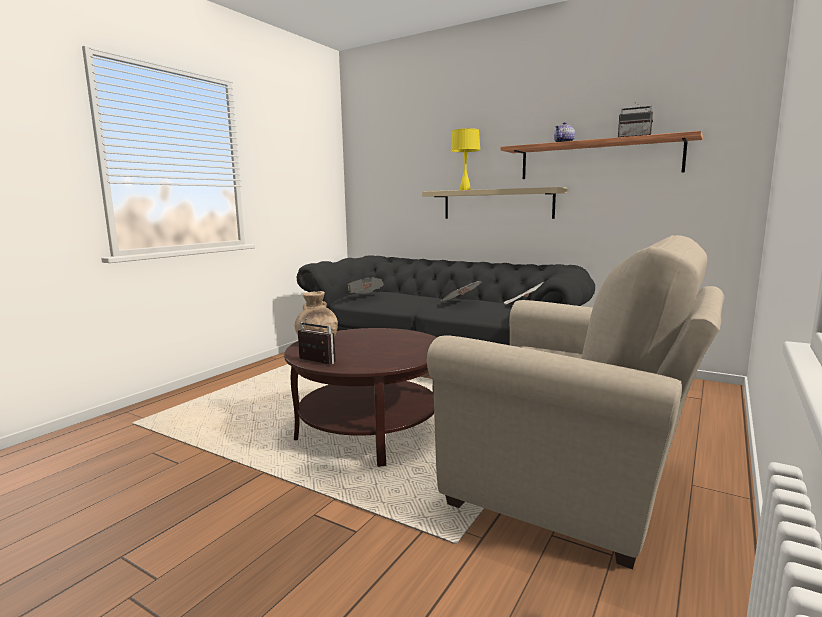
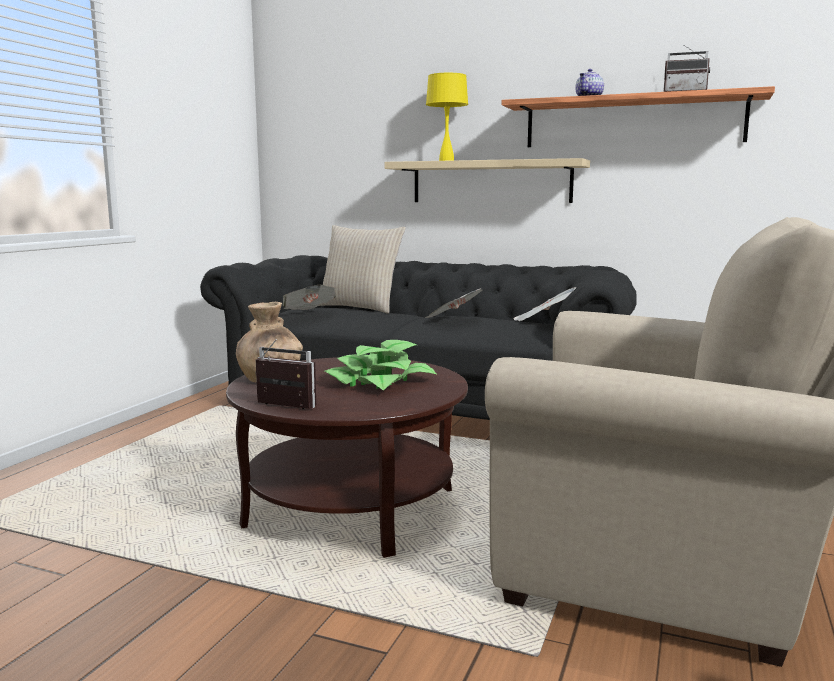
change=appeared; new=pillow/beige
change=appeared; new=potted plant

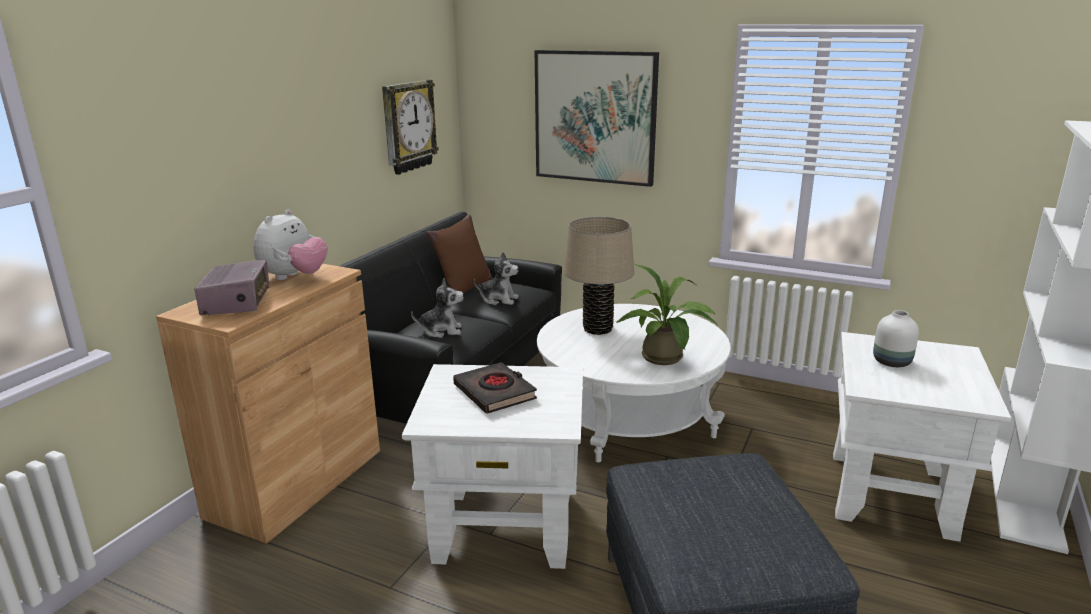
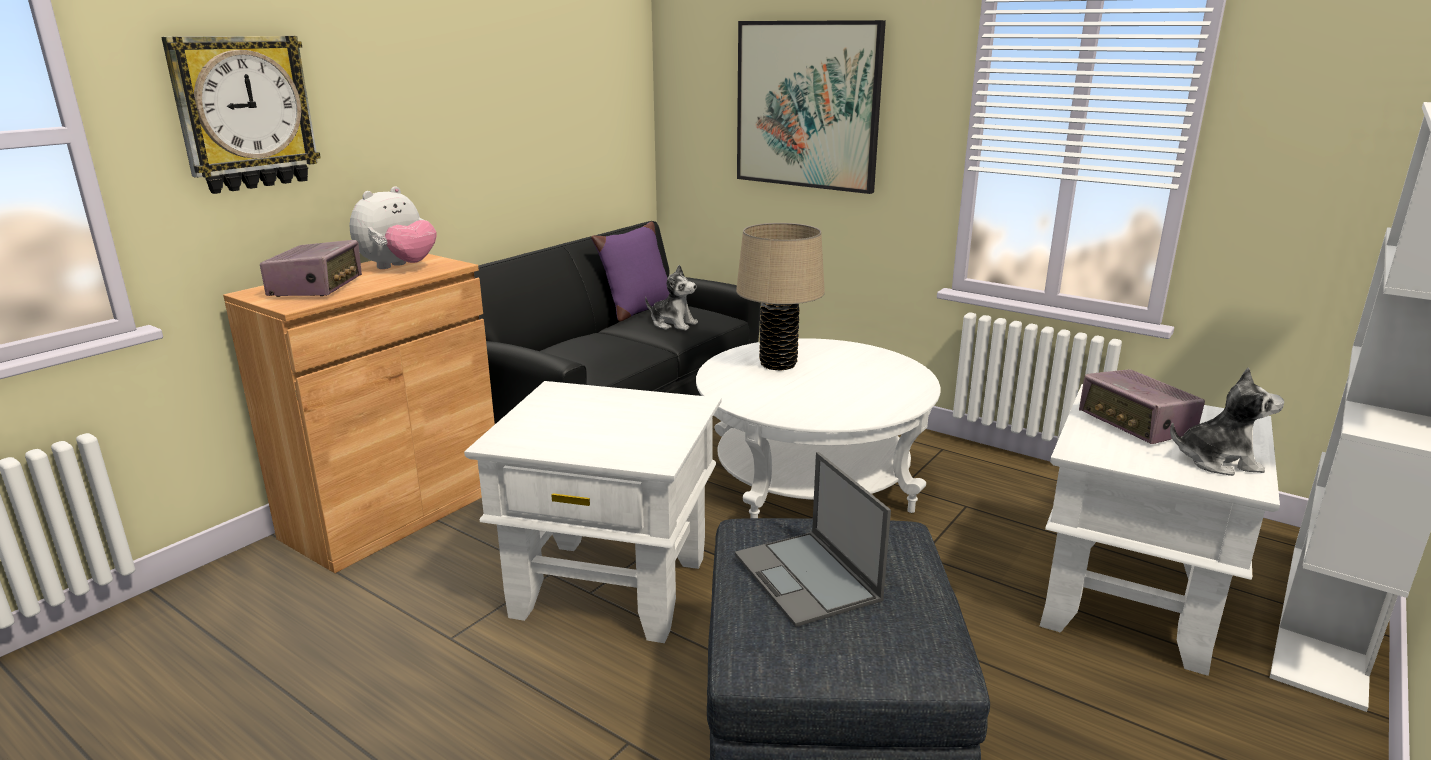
change=missing; old=book/black
change=missing; old=potted plant
change=appeared; new=notebook computer
change=relocated; old=hanging clock
change=relocated; old=soft toy (no. 2 from left in the first image); new=soft toy (no. 3 from left)
change=exchanged; old=vase/white-coloured; new=radio (no. 2 from left)
change=colour; old=pillow/brown-coloured; new=pillow/purplish

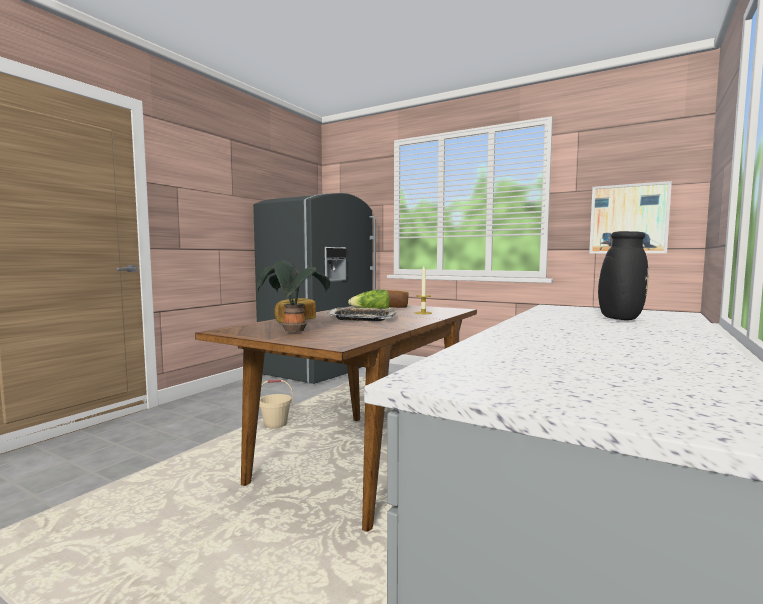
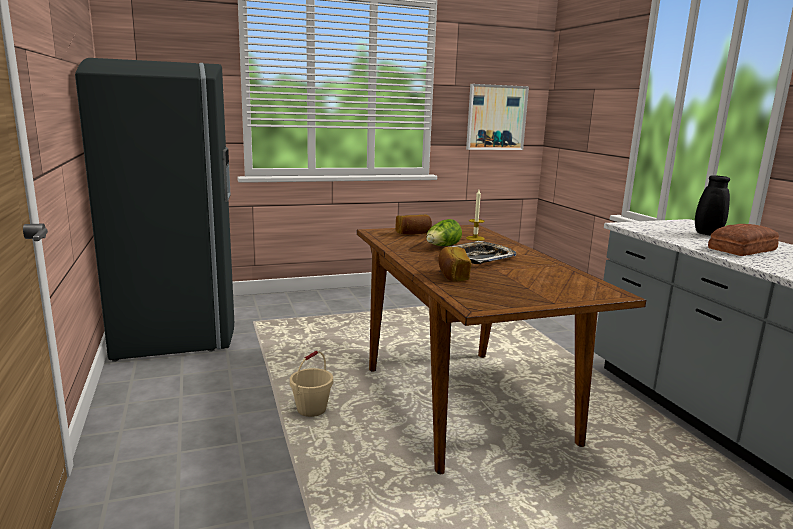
change=missing; old=potted plant
change=appeared; new=bakery bread (no. 3 from left)

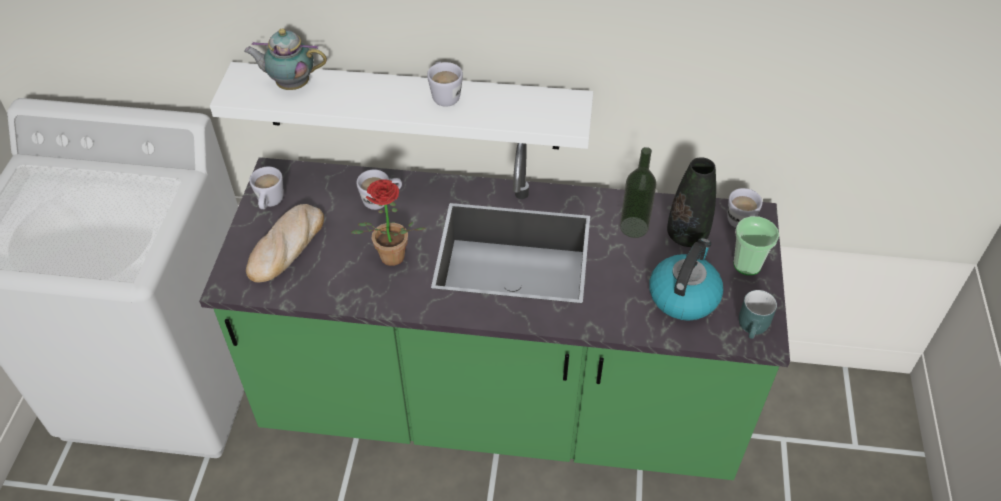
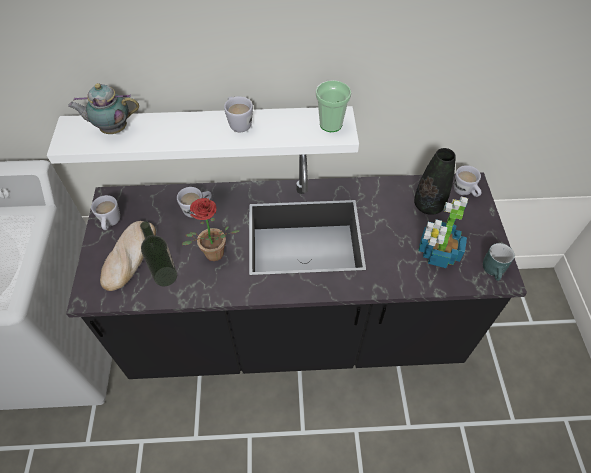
change=relocated; old=beverage bottle
change=relocated; old=small cup
change=exchanged; old=tea kettle; new=potted plant (no. 2 from left)
change=colour; old=kitchen base unit/green-coloured; new=kitchen base unit/black

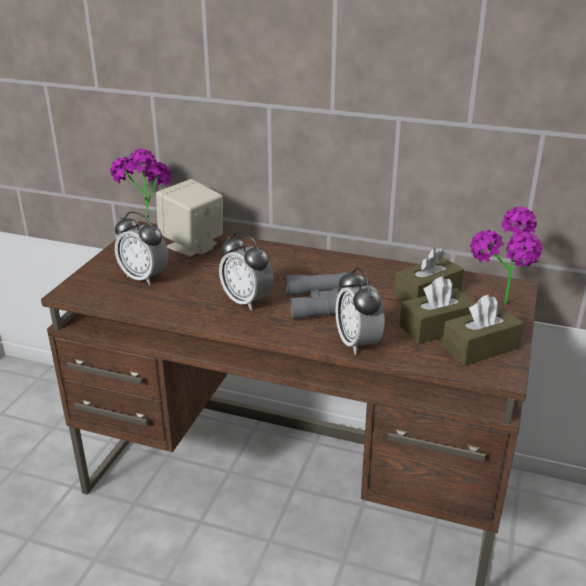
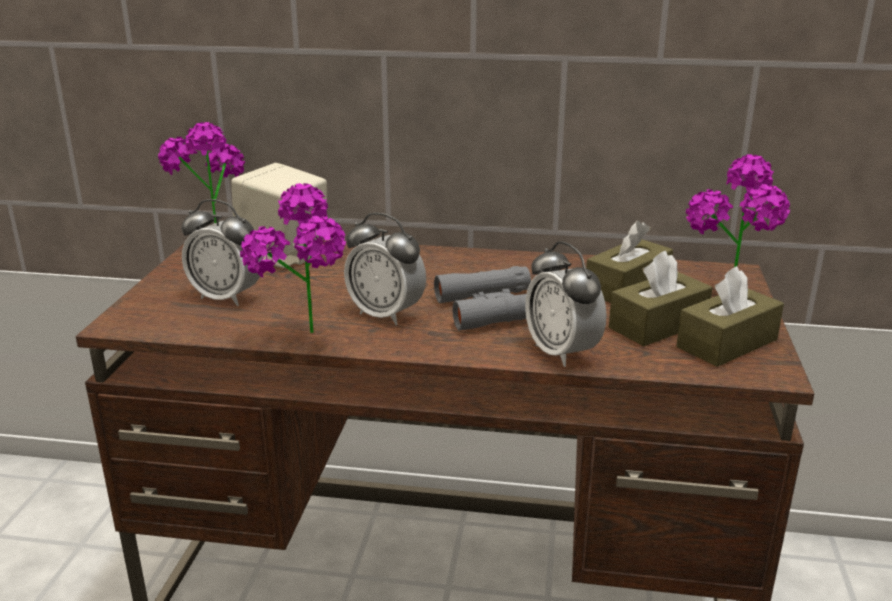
change=appeared; new=potted plant (no. 2 from left)

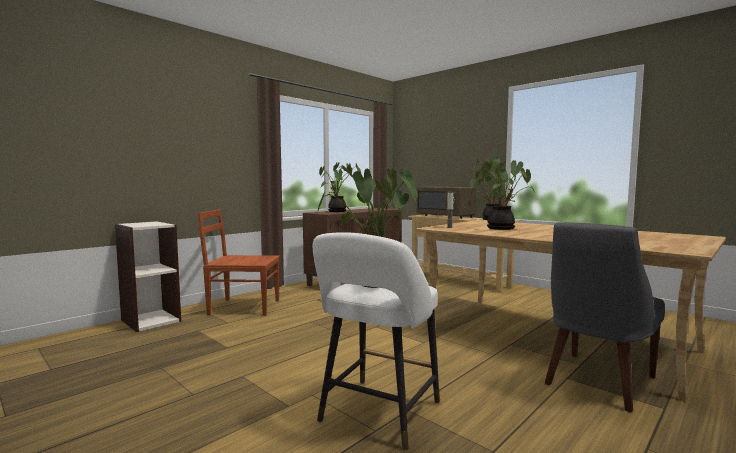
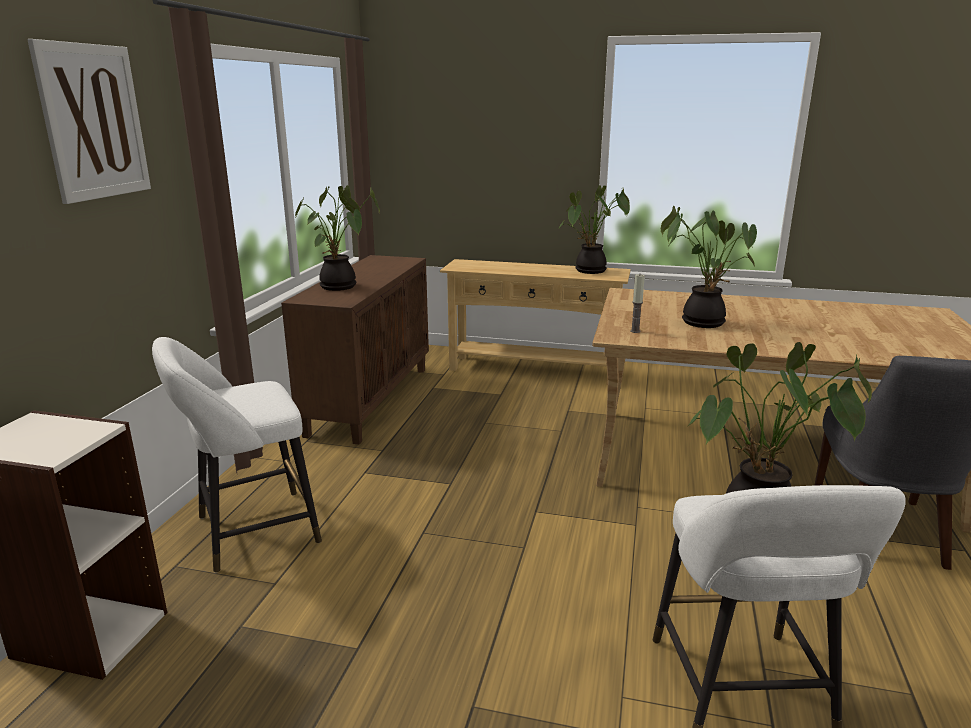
change=missing; old=microwave oven/brown-coloured
change=appeared; new=picture
change=exchanged; old=plain chair/brown-coloured; new=stool seat/white-coloured (no. 1 from left)

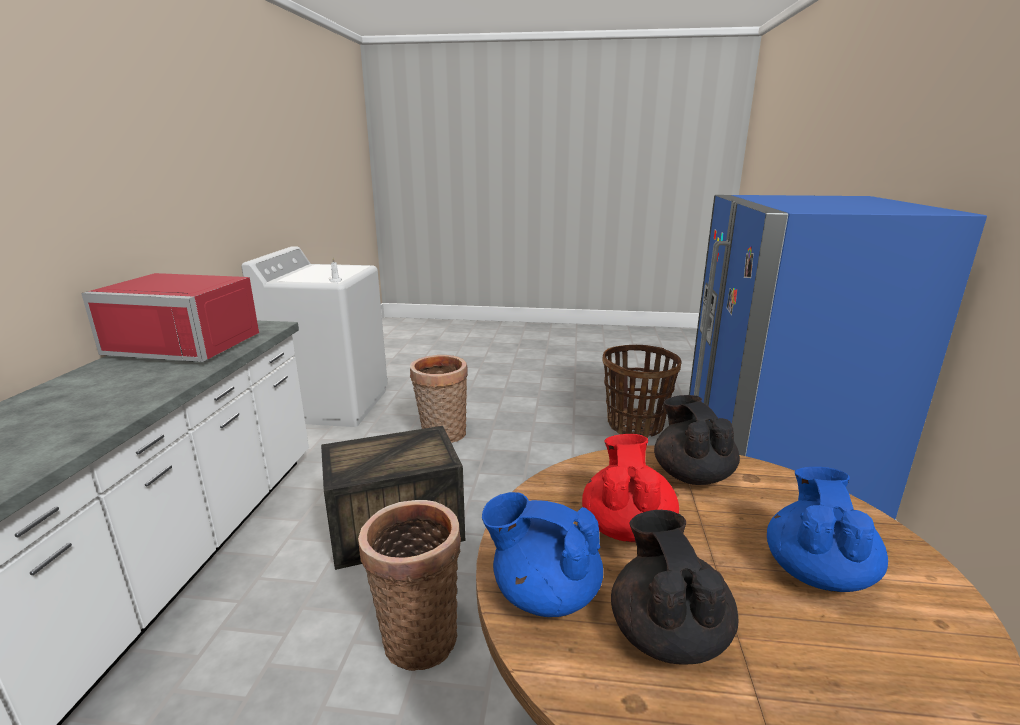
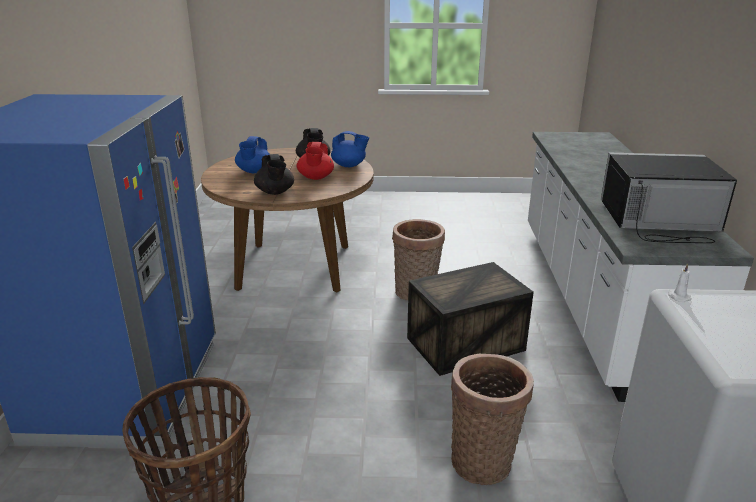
change=colour; old=microwave oven/reddish; new=microwave oven/black

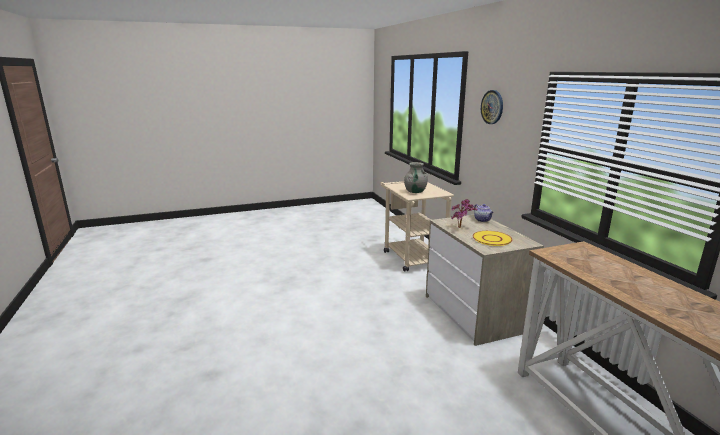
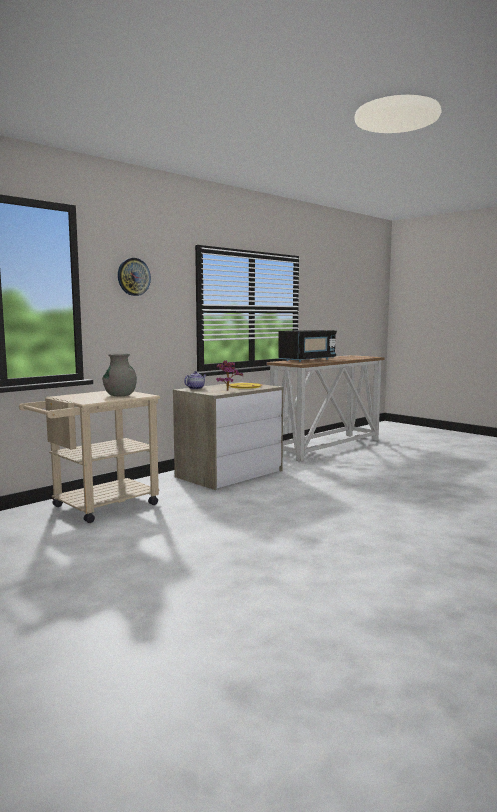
change=appeared; new=microwave oven/black

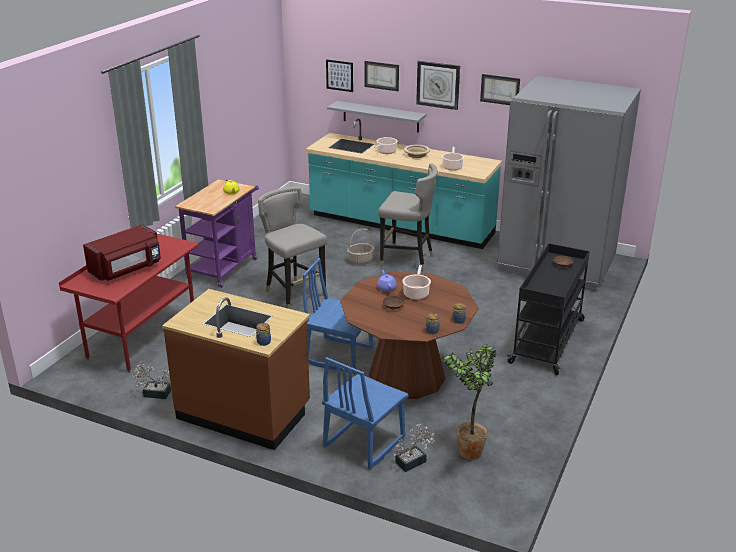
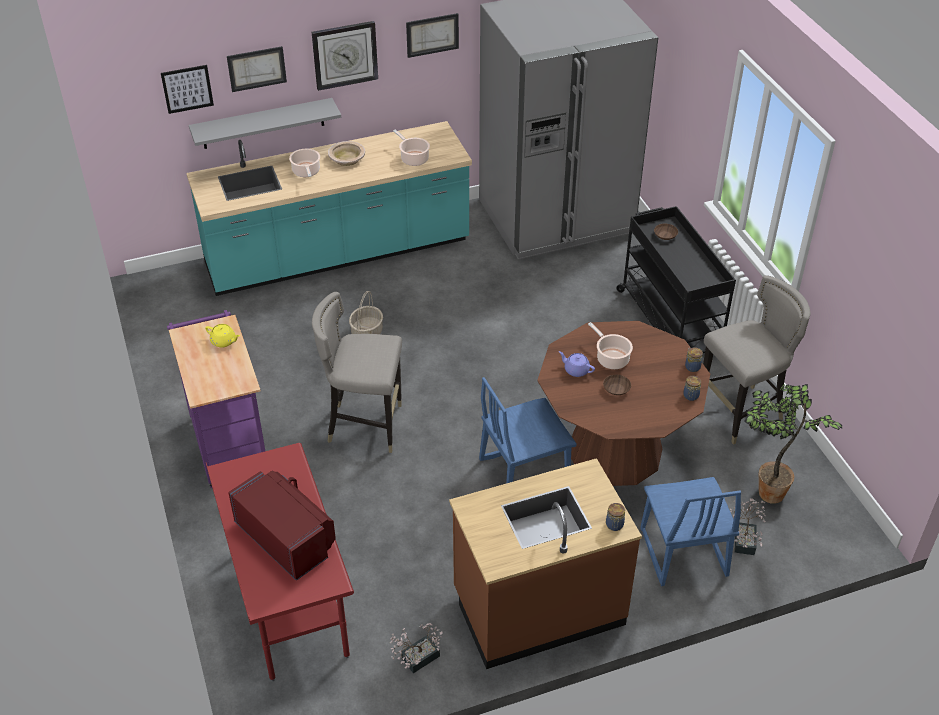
change=relocated; old=stool seat/gray (no. 2 from left)
change=spun; old=microwave oven/reddish; degrees=-45

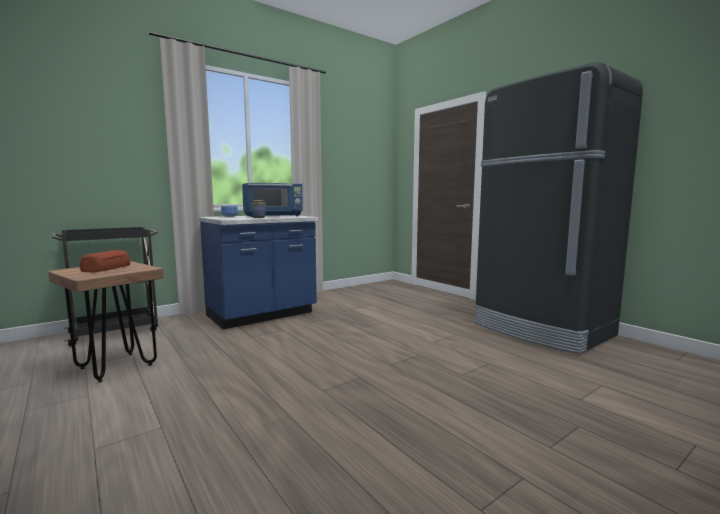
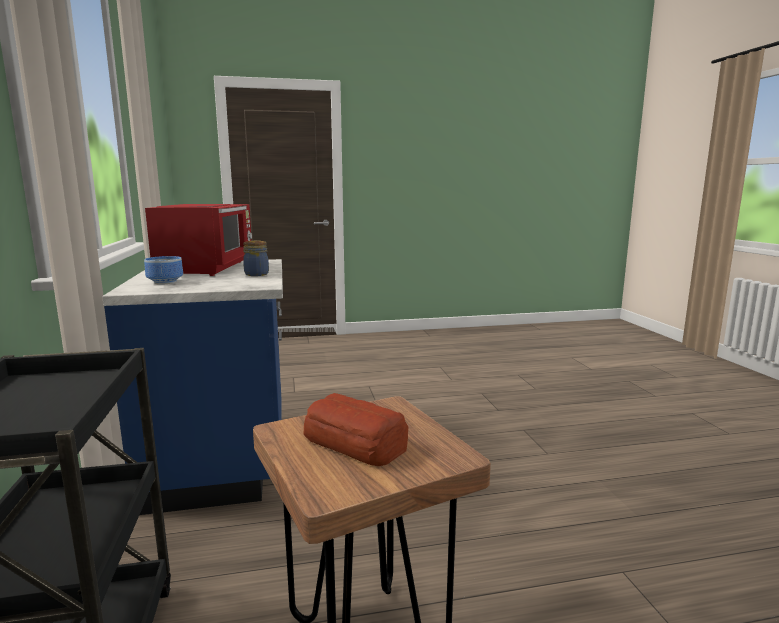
change=missing; old=refrigerator/black
change=colour; old=microwave oven/blue-coloured; new=microwave oven/reddish

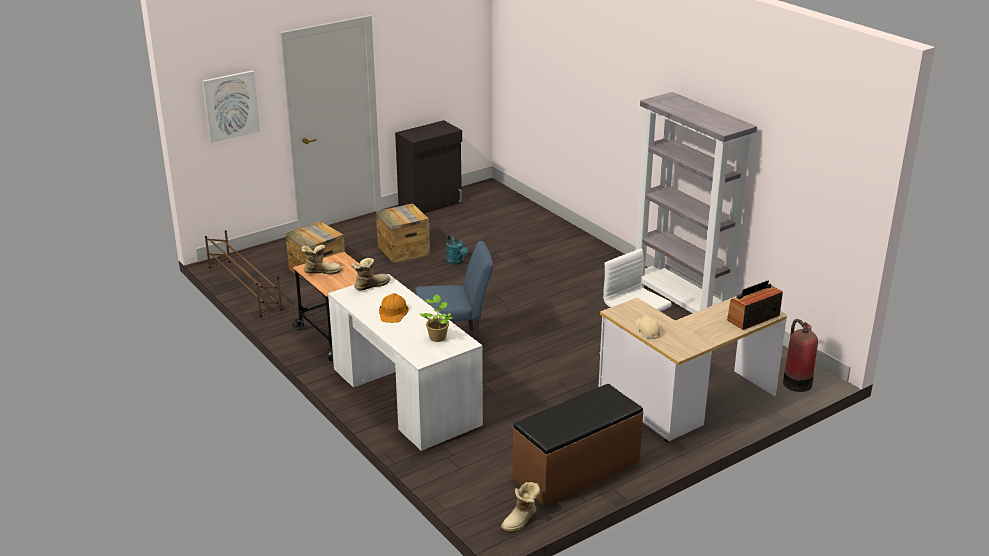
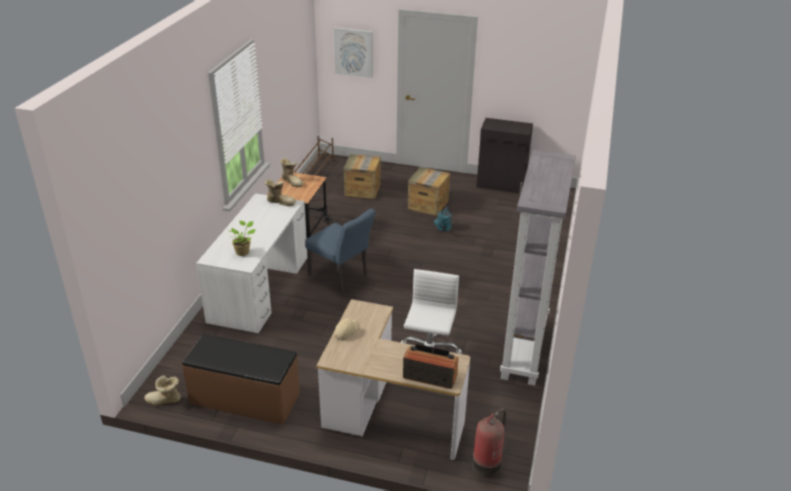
change=missing; old=hard hat/orange

